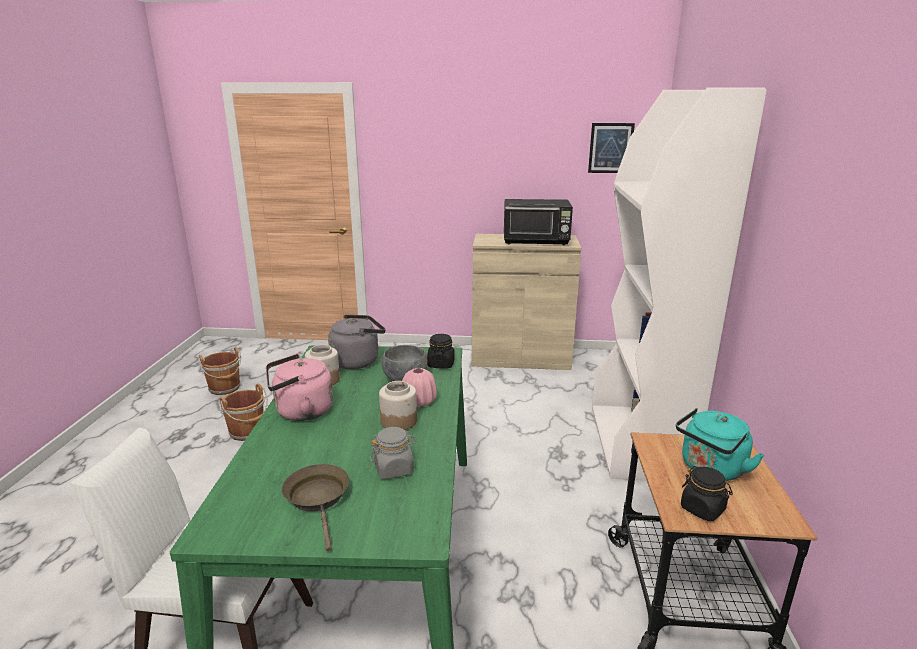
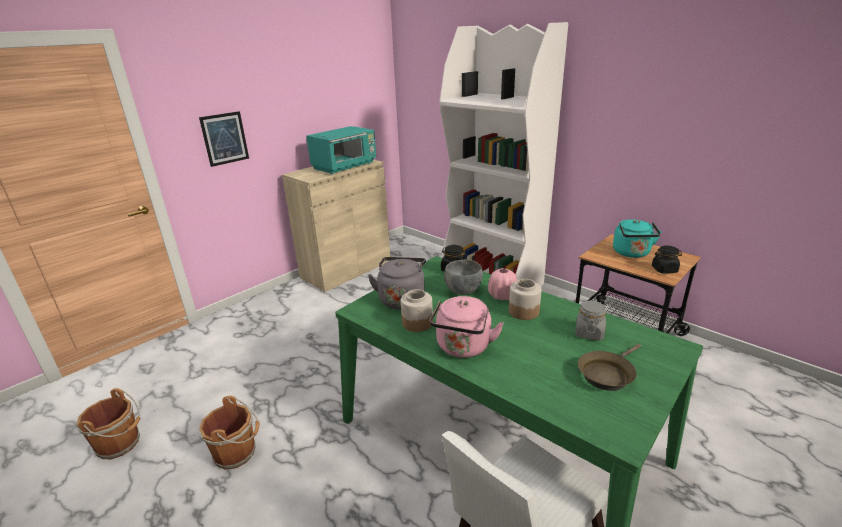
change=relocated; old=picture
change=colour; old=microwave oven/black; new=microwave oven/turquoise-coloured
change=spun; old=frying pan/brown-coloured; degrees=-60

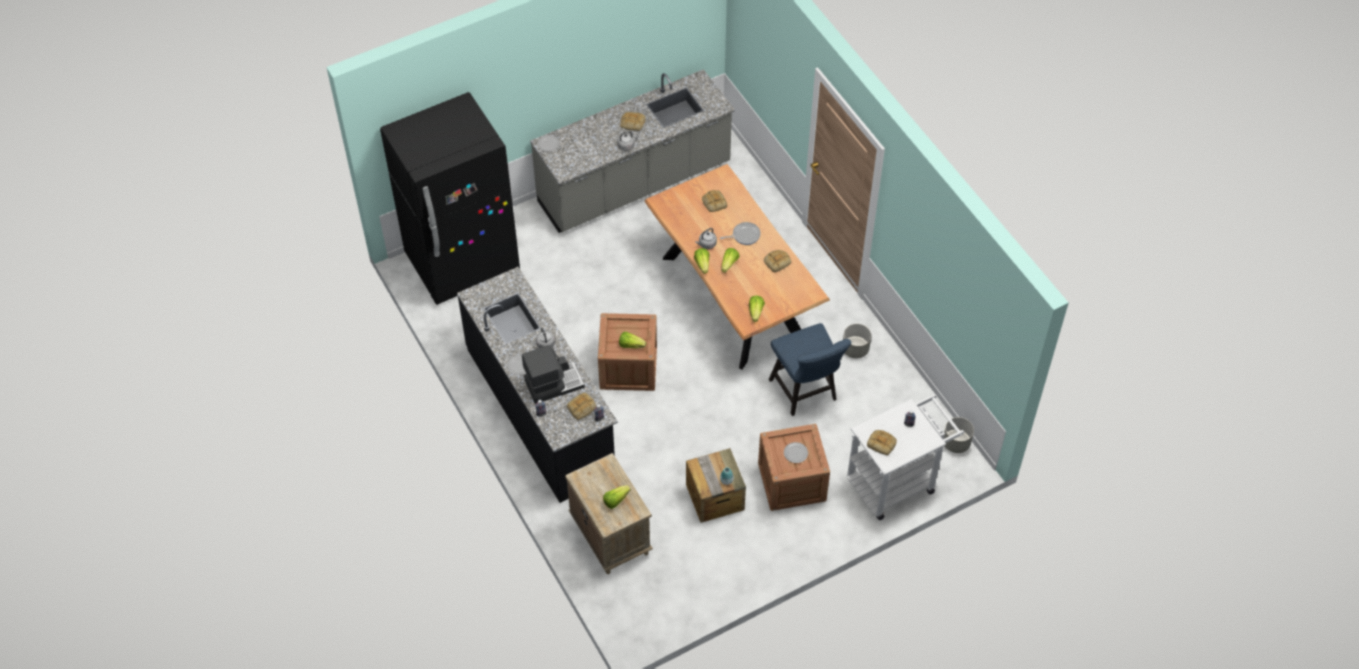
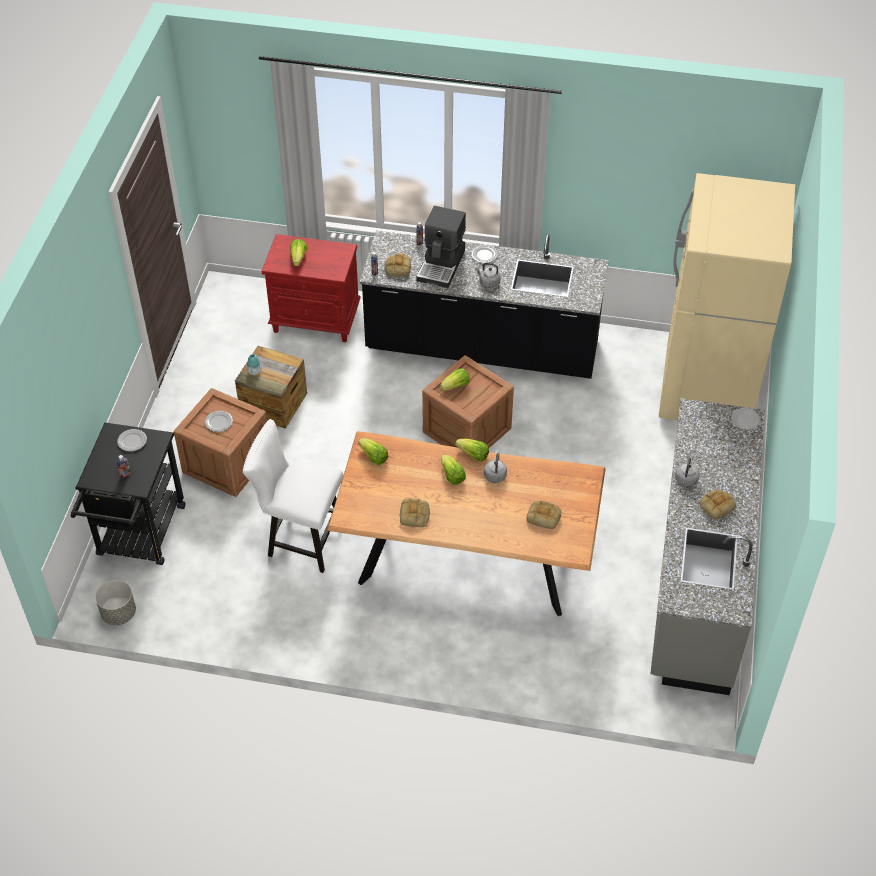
change=missing; old=frying pan
change=missing; old=planter/gray (no. 1 from left)
change=exchanged; old=bakery bread (no. 5 from left); new=flat dish (no. 1 from left)
change=colour; old=refrigerator/black; new=refrigerator/beige
change=colour; old=night table/beige; new=night table/reddish
change=colour; old=plain chair/blue-coloured; new=plain chair/white-coloured
change=colour; old=wheeled cart/white-coloured; new=wheeled cart/black

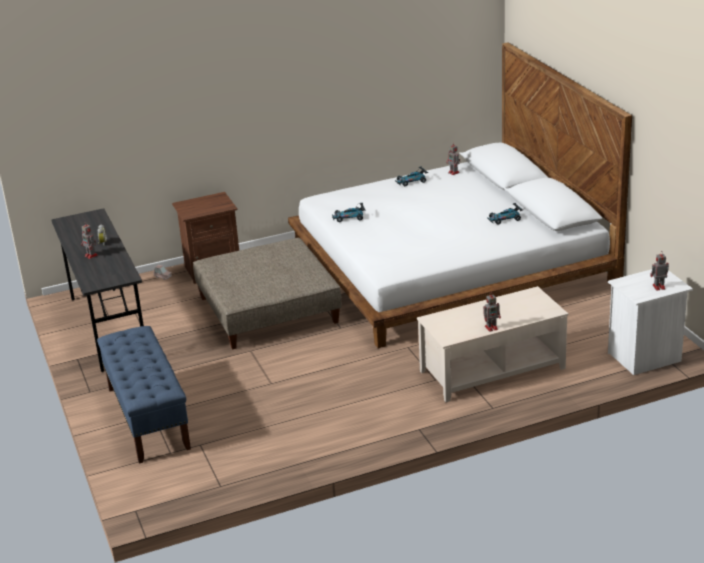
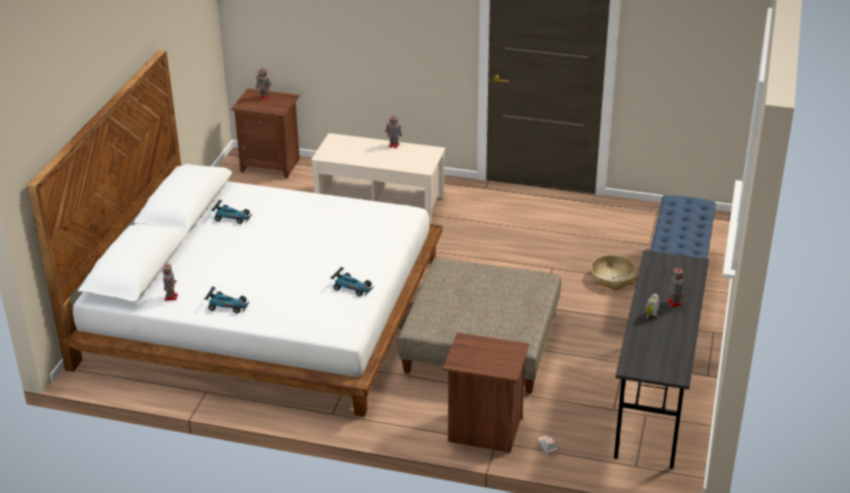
change=appeared; new=basket
change=colour; old=night table/white-coloured; new=night table/brown-coloured (no. 1 from left)

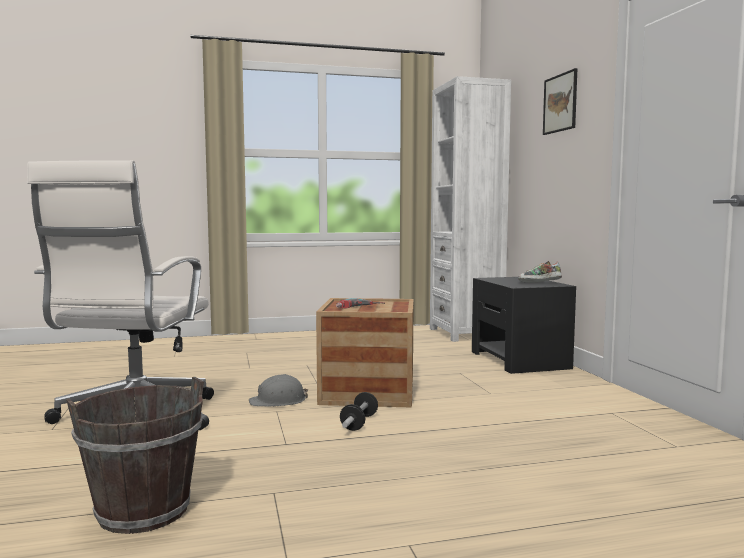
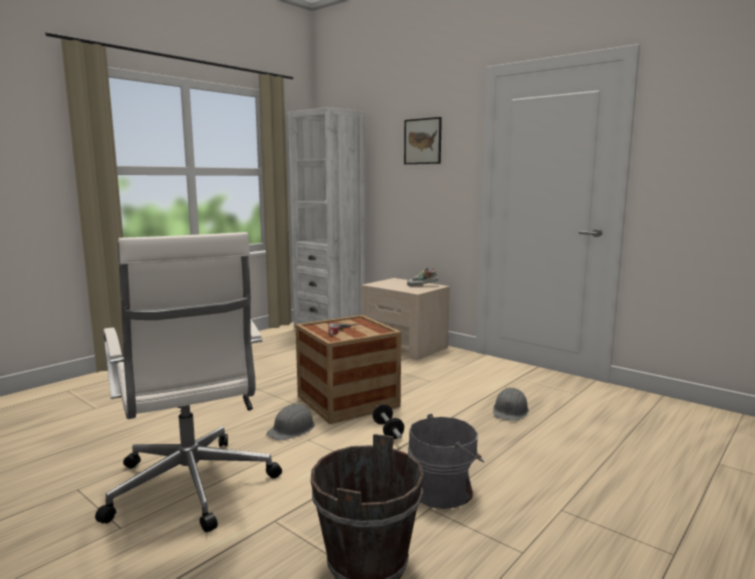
change=appeared; new=bucket/gray
change=appeared; new=hard hat/gray (no. 2 from left)
change=colour; old=night table/black; new=night table/beige

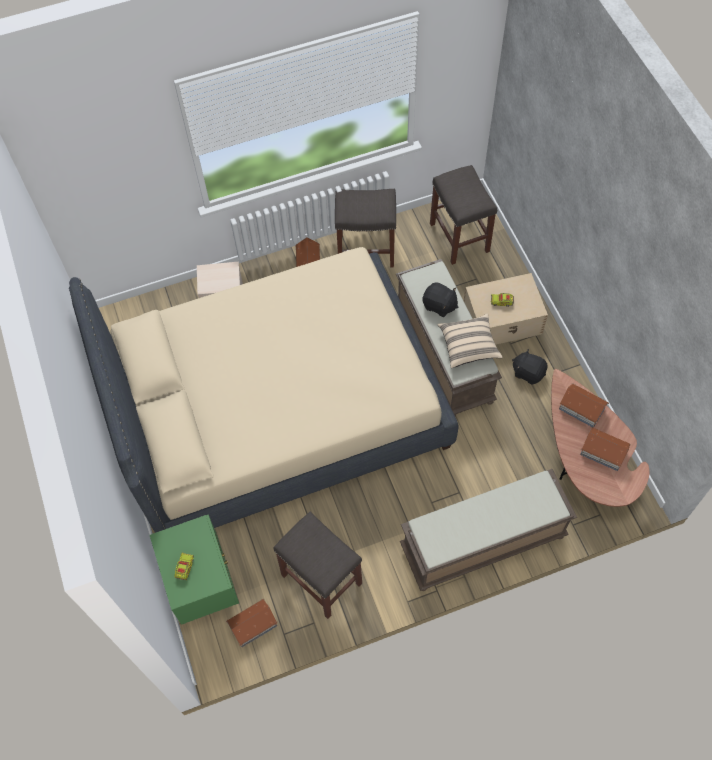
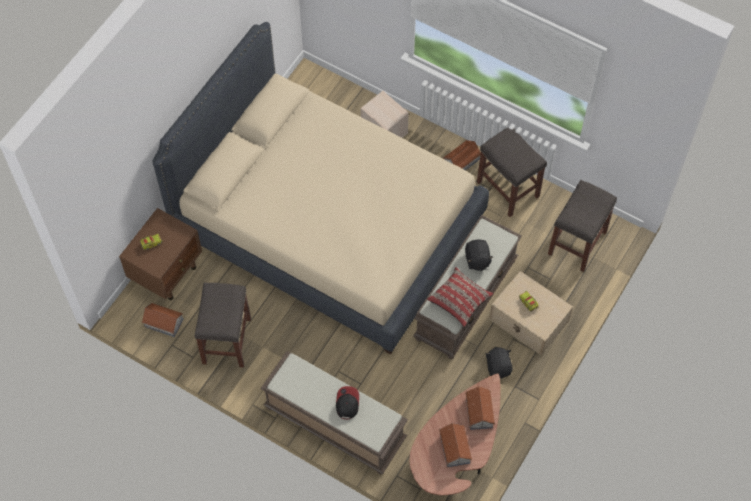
change=appeared; new=cap
change=colour; old=night table/green-coloured; new=night table/brown-coloured
change=colour; old=pillow/beige; new=pillow/reddish

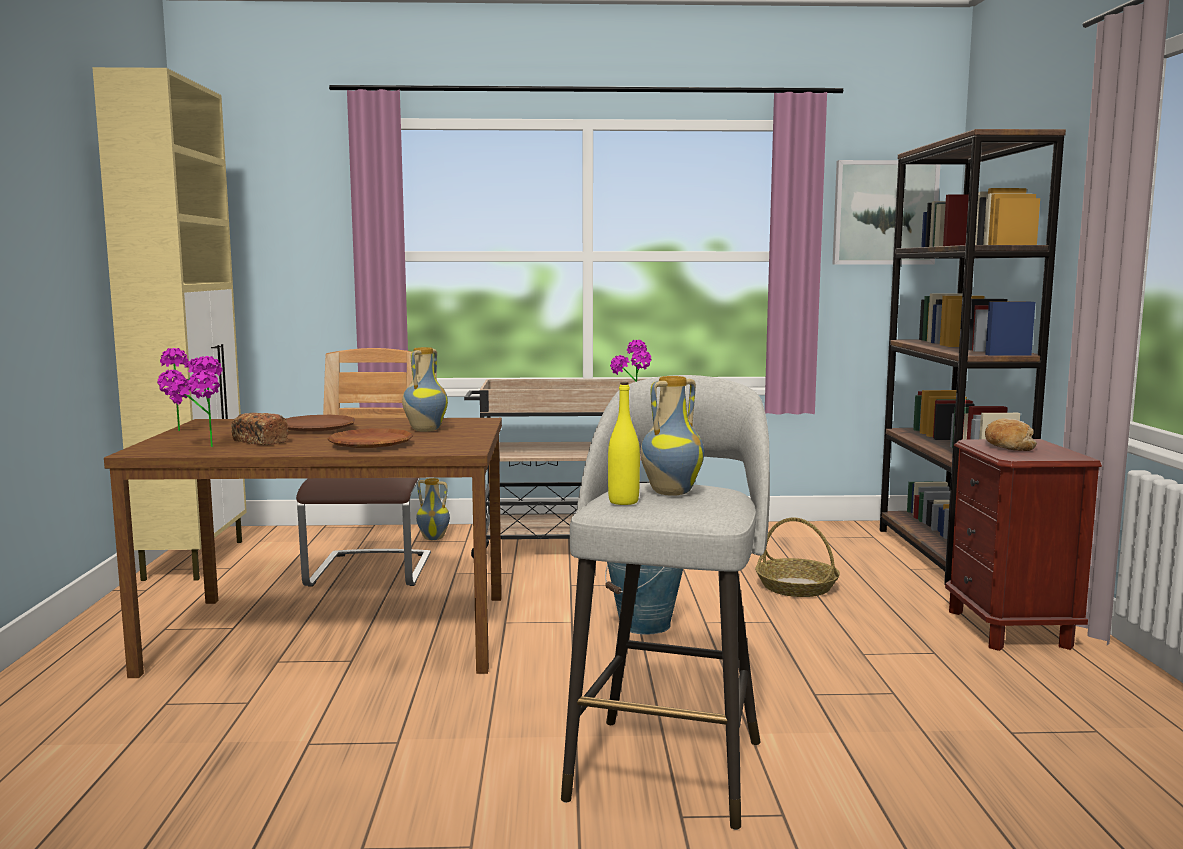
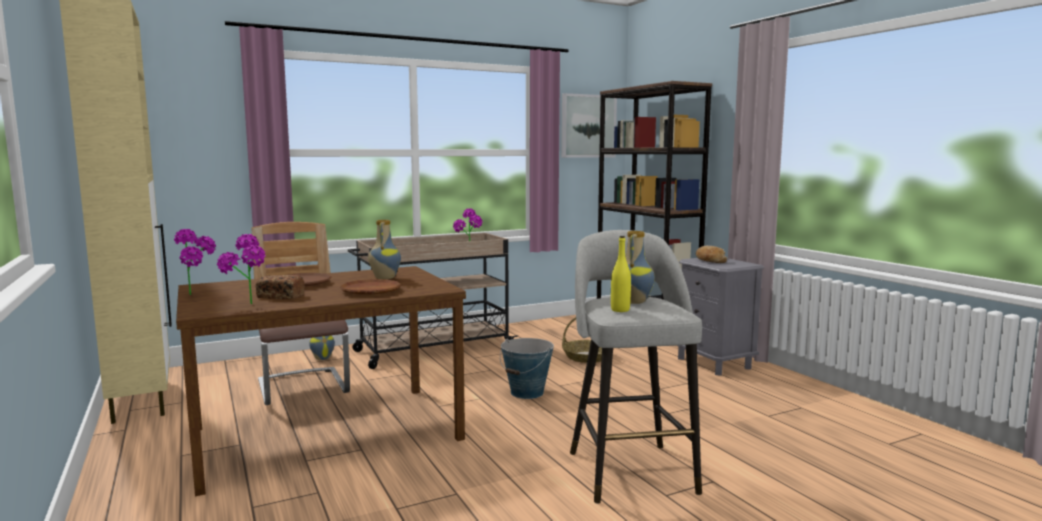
change=colour; old=night table/brown-coloured; new=night table/gray

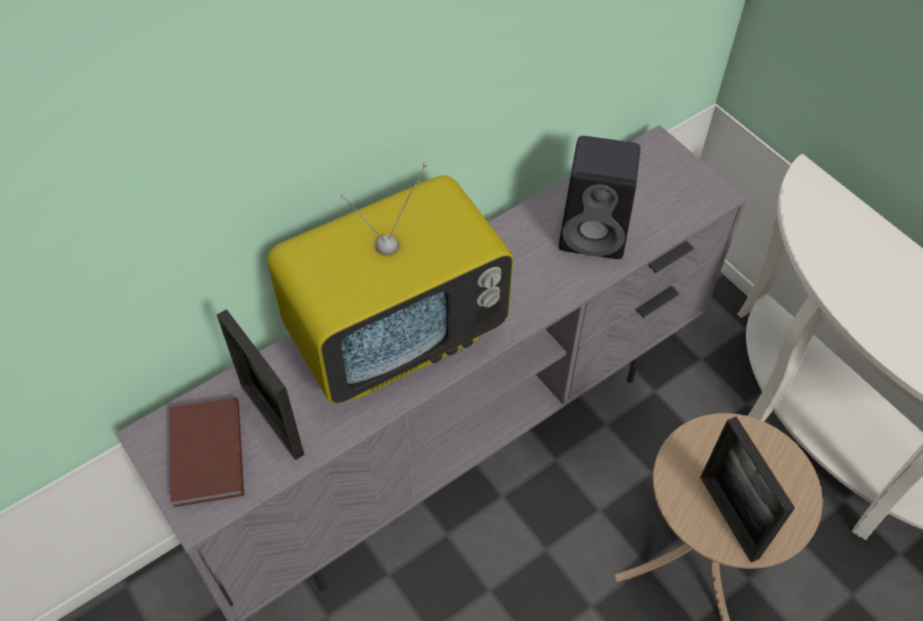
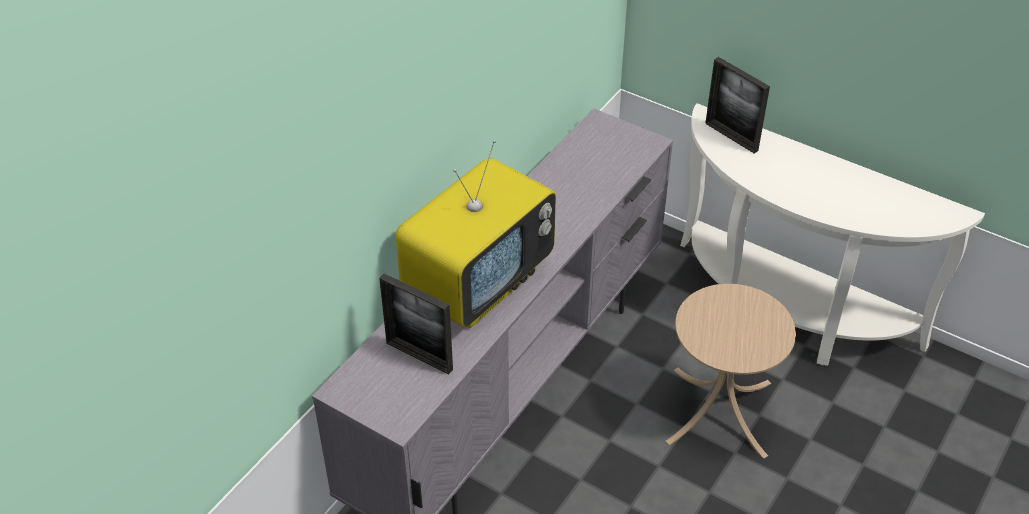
change=missing; old=book/brown-coloured
change=missing; old=speaker/black
change=relocated; old=picture frame (no. 2 from left)

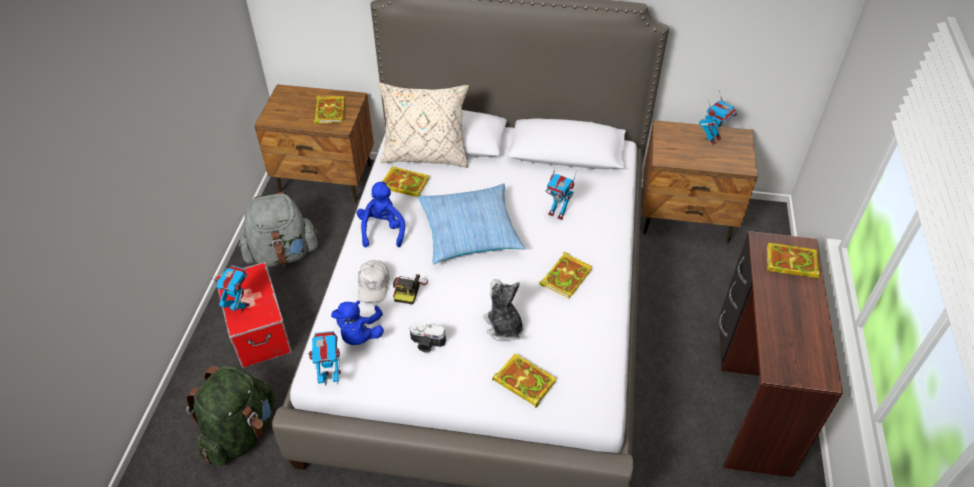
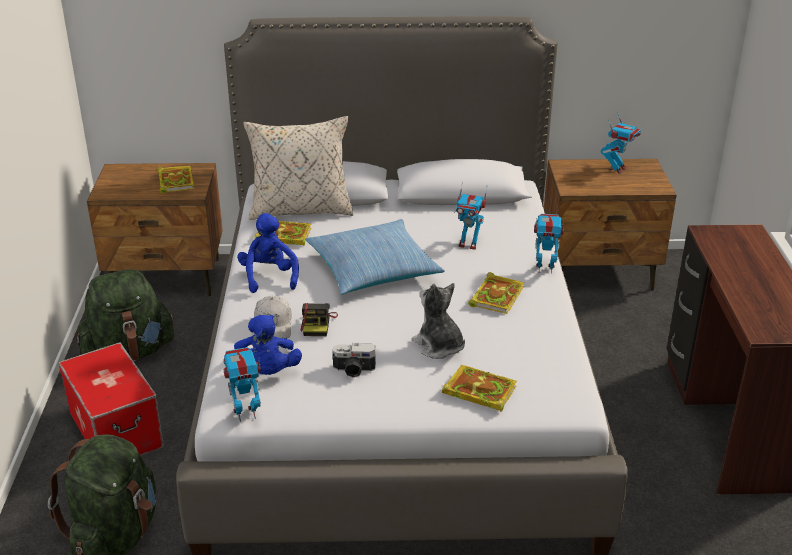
change=missing; old=book (no. 5 from left)
change=relocated; old=robot figure (no. 1 from left in the first image); new=robot figure (no. 3 from left)
change=colour; old=rucksack/gray; new=rucksack/green-coloured (no. 2 from left)

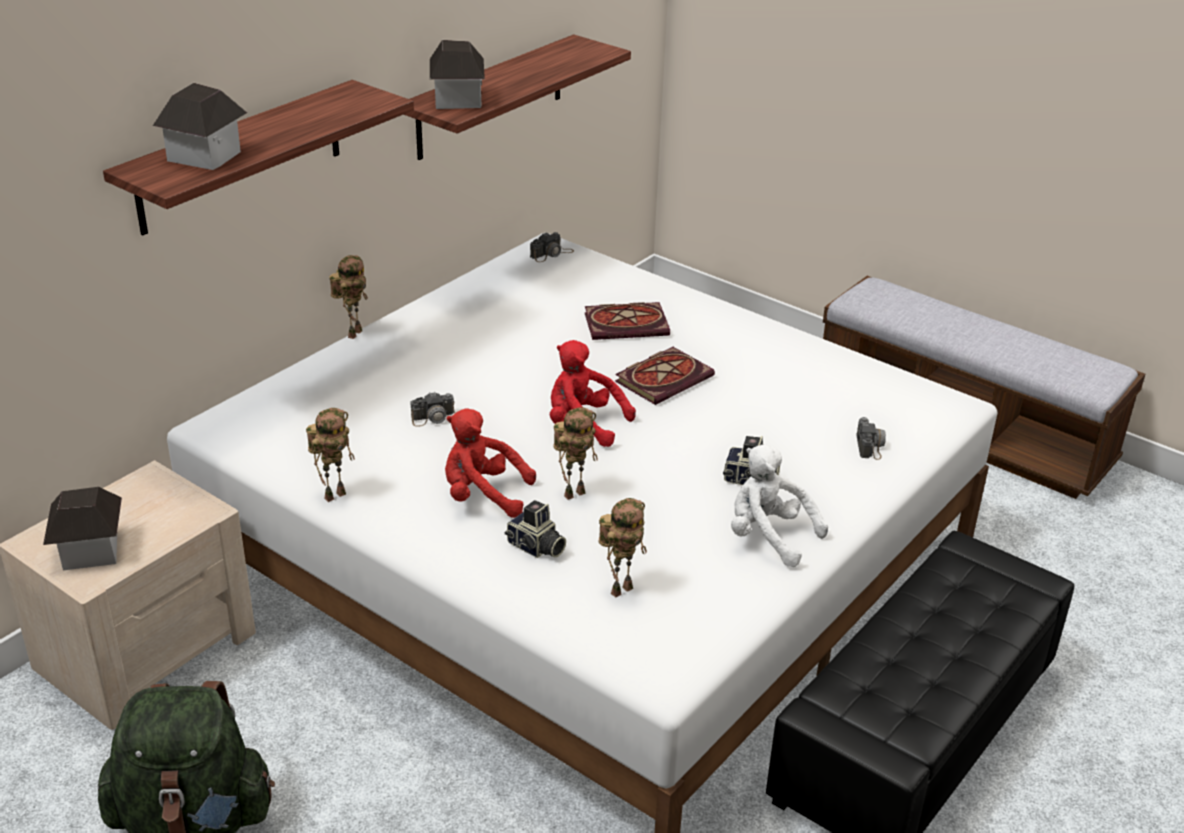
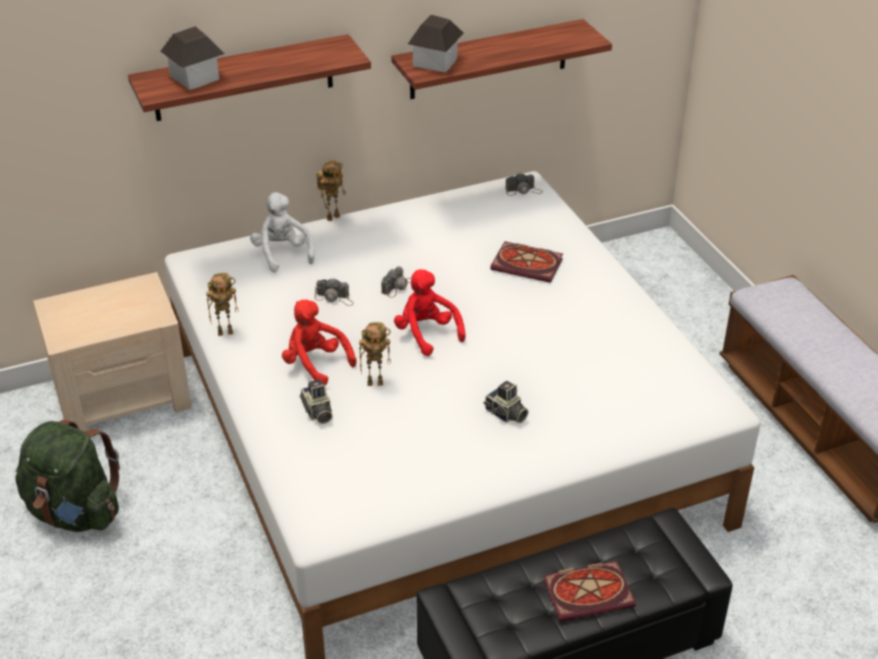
change=missing; old=model house (no. 1 from left)
change=missing; old=robot figure (no. 4 from left)
change=relocated; old=book (no. 2 from left)
change=relocated; old=soft toy/white-coloured
change=relocated; old=still camera (no. 5 from left in the first image); new=still camera (no. 3 from left)

